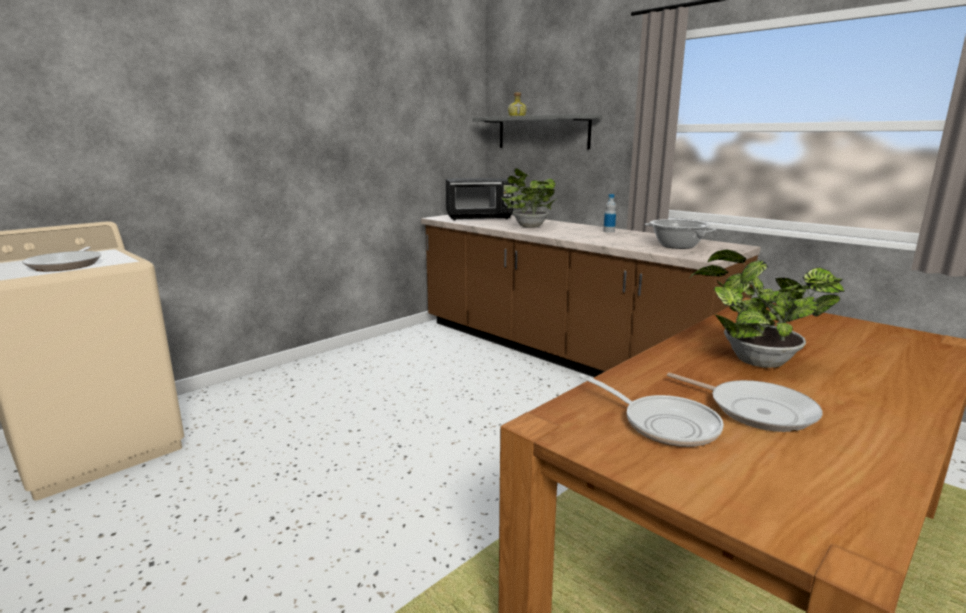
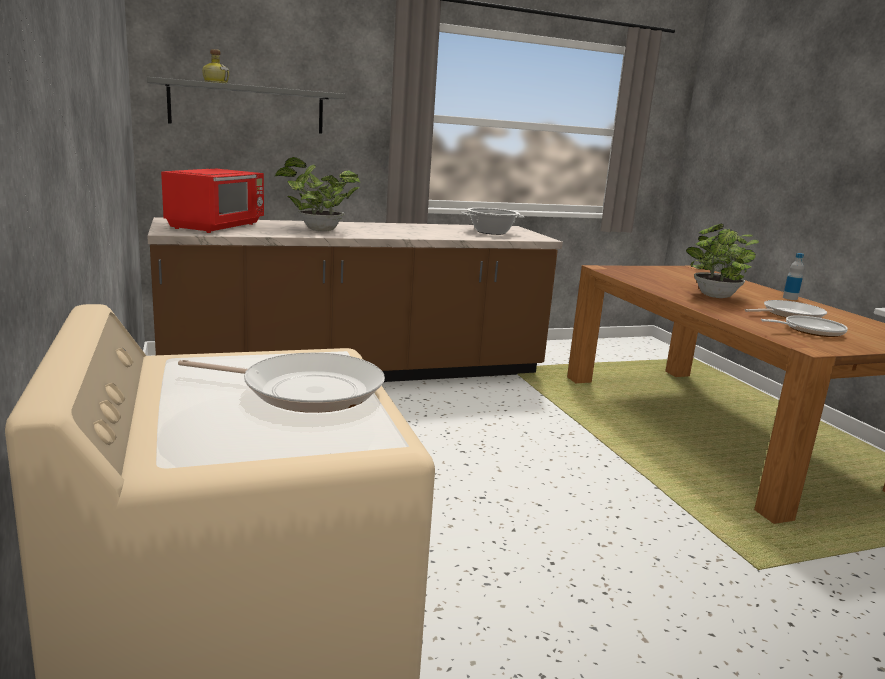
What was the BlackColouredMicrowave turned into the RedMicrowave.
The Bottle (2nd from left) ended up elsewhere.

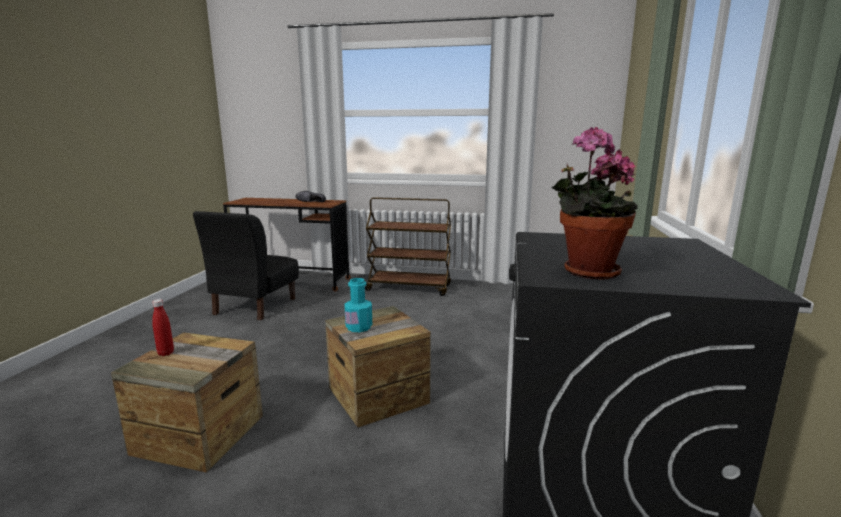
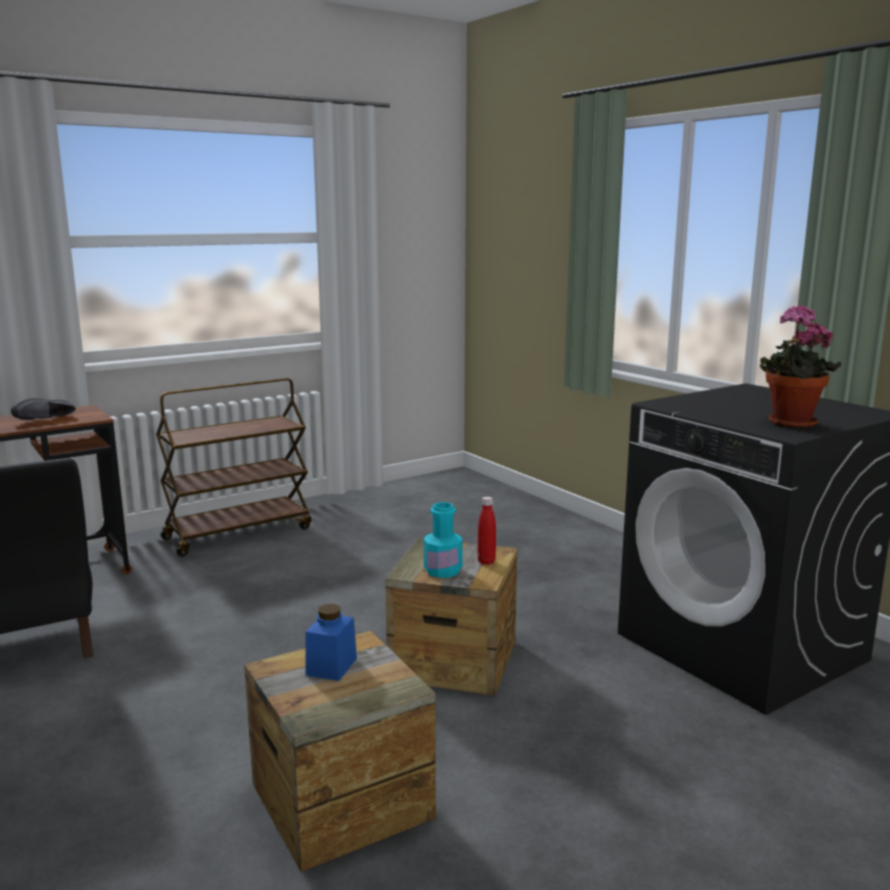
The second view gained the BlueStorageJar.
The RedBottle ended up elsewhere.

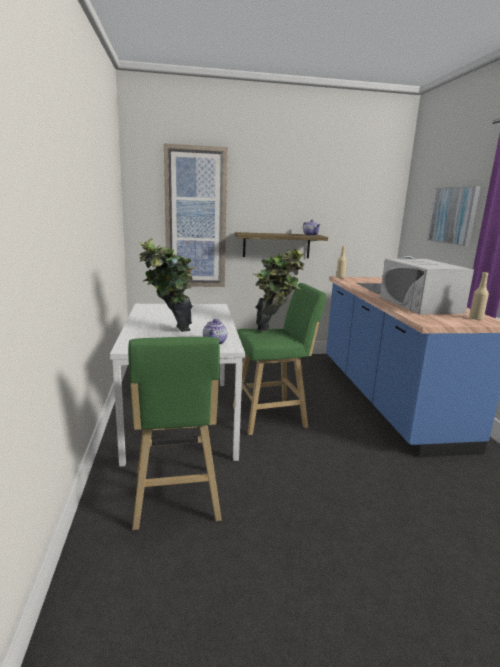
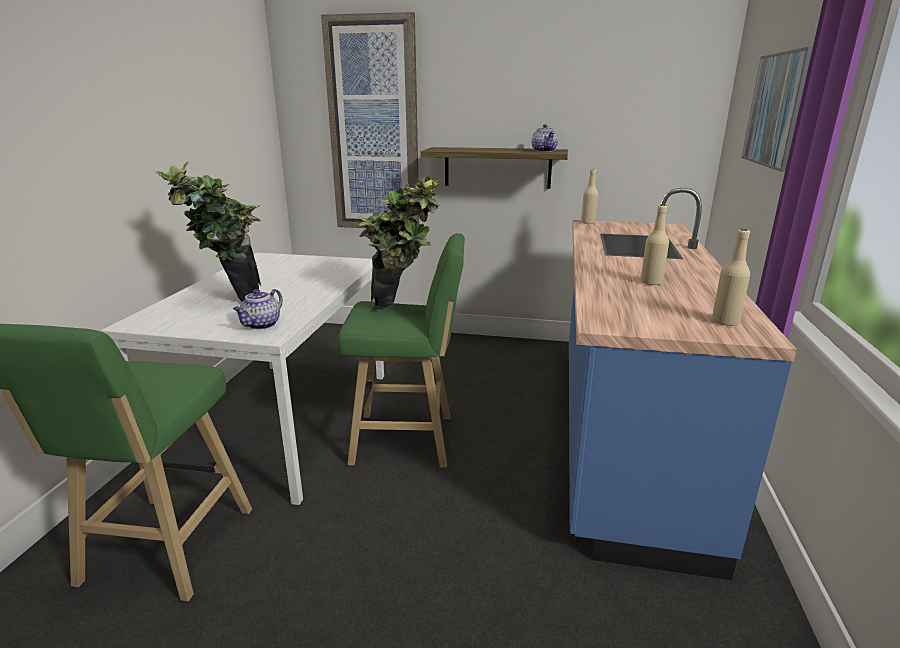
Where the WhitishMicrowave stood, the BeigeBottle (2nd from left) came to stand.

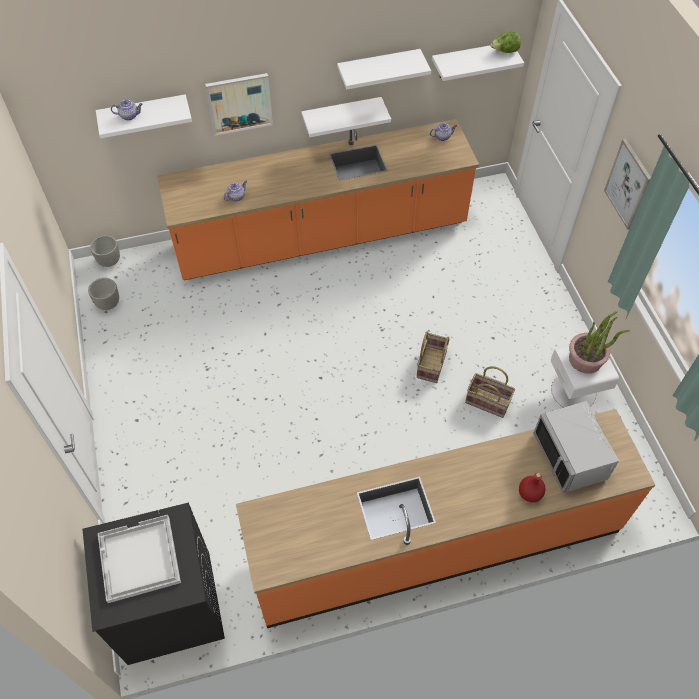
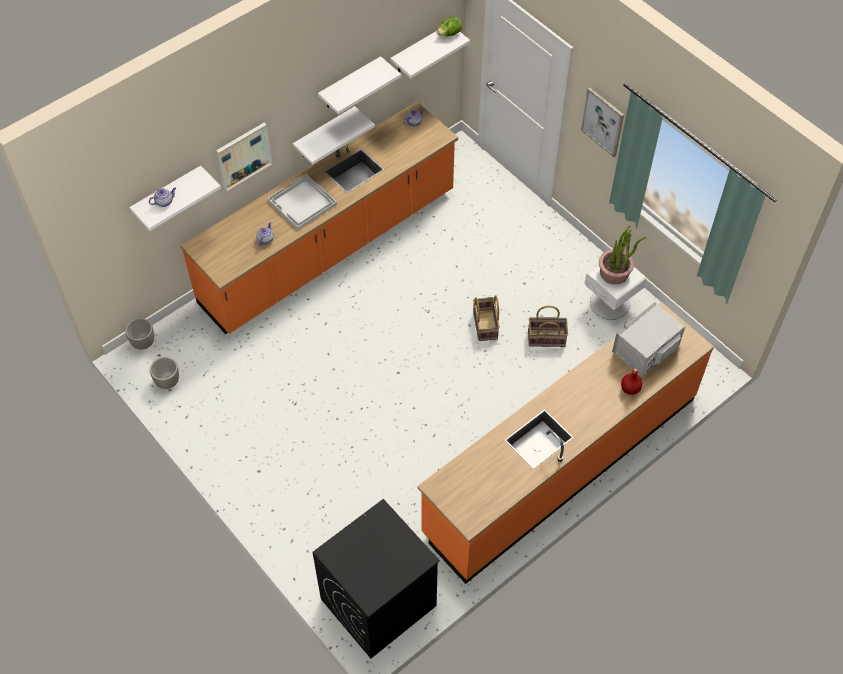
The WhitishCarryingTray ended up elsewhere.
The GrayMicrowave ended up facing another way, 90 degrees clockwise from before.

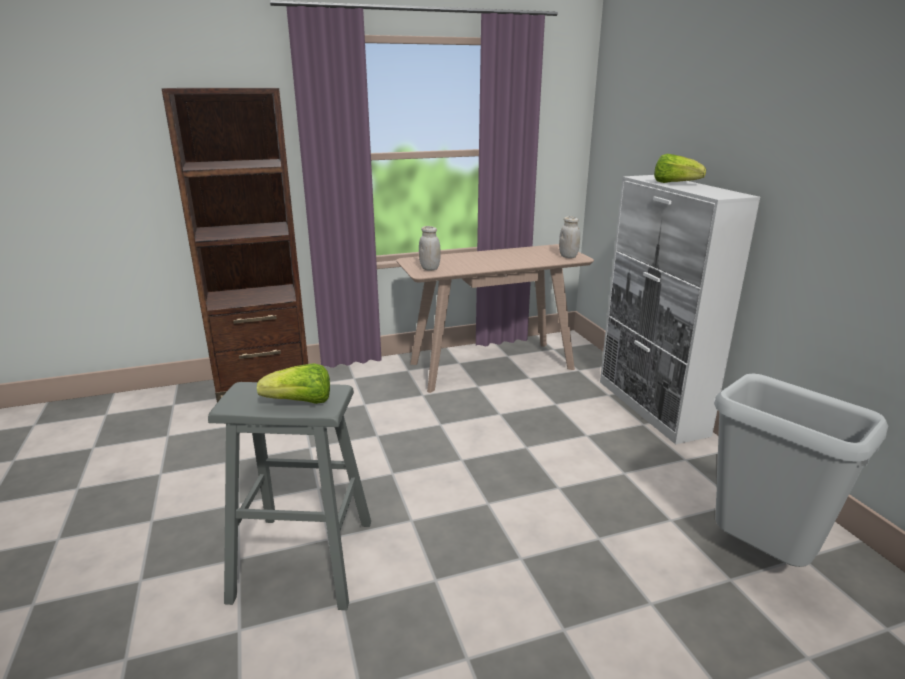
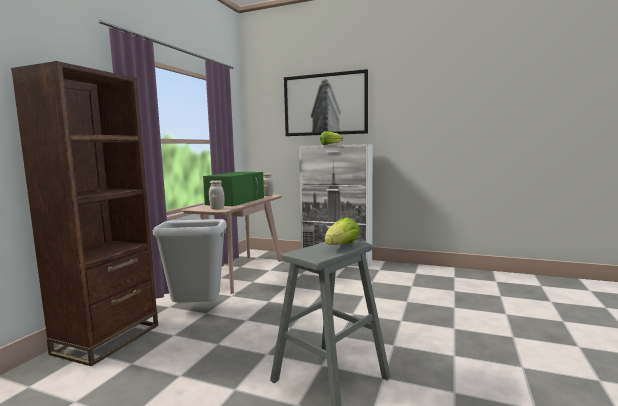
The GrayTrashCan ended up elsewhere.
The second view gained the GreenMicrowave.
The second view gained the WallArt.

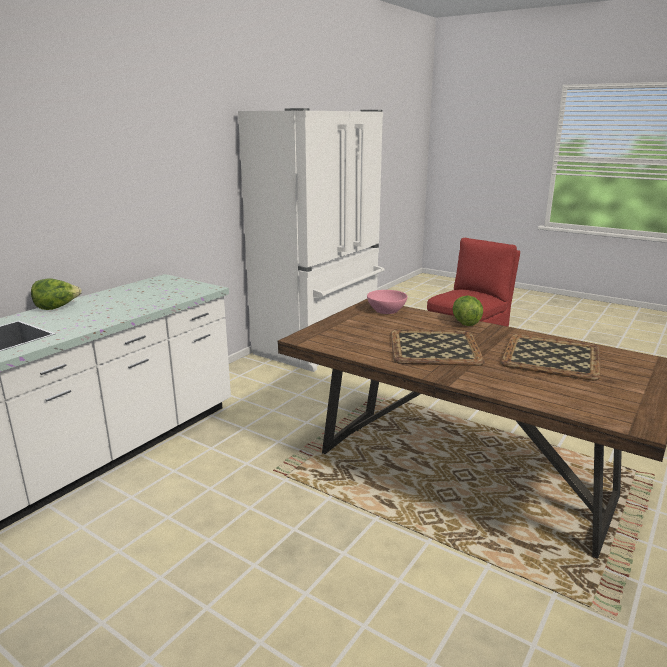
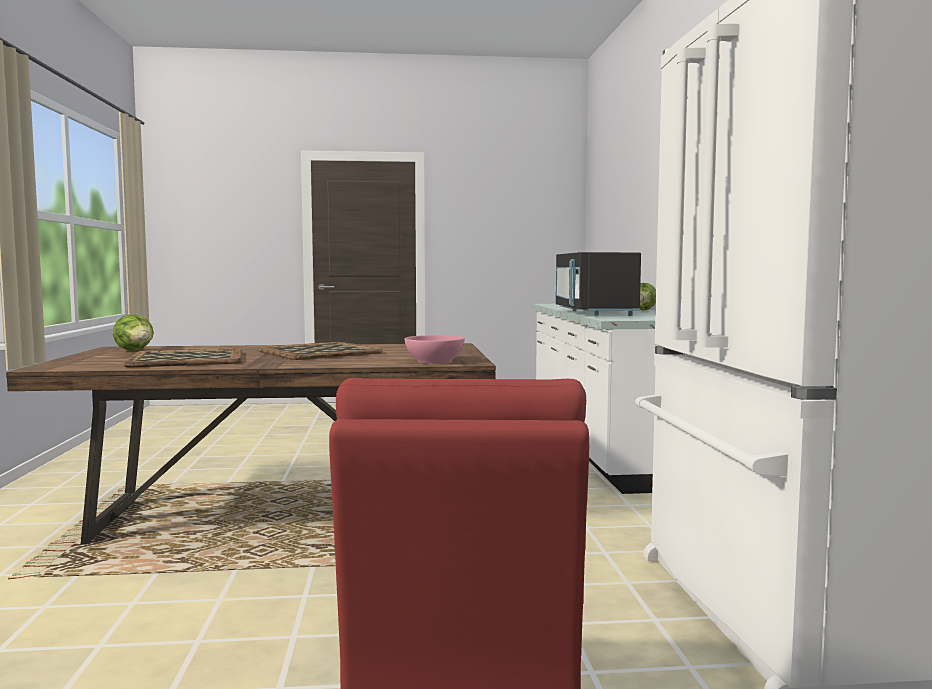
The Lettuce (2nd from left in the first image) ended up elsewhere.
The second view gained the BlackColouredMicrowave.

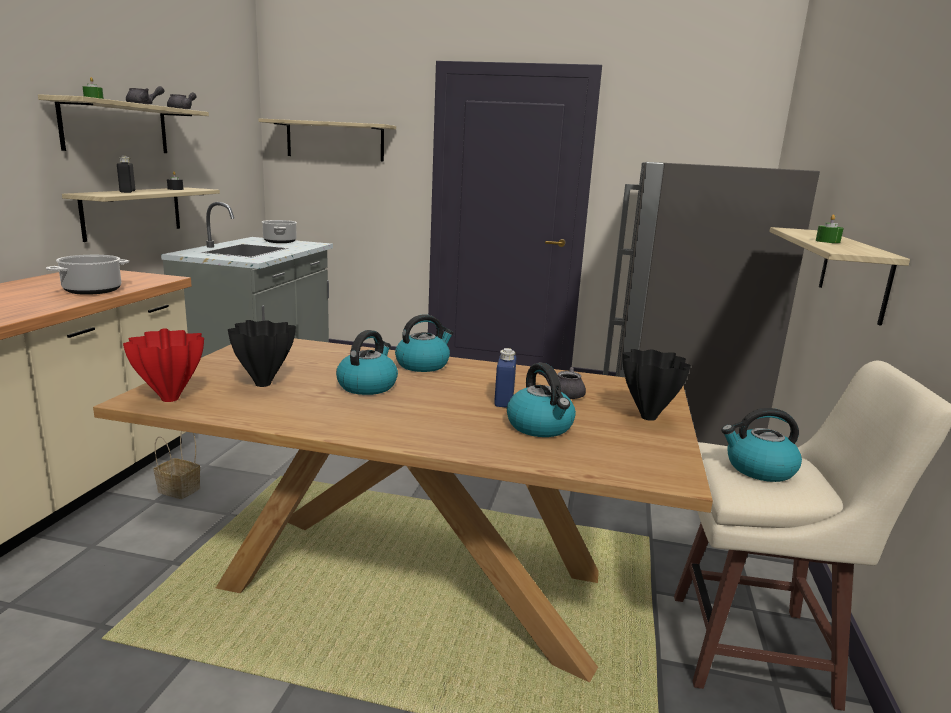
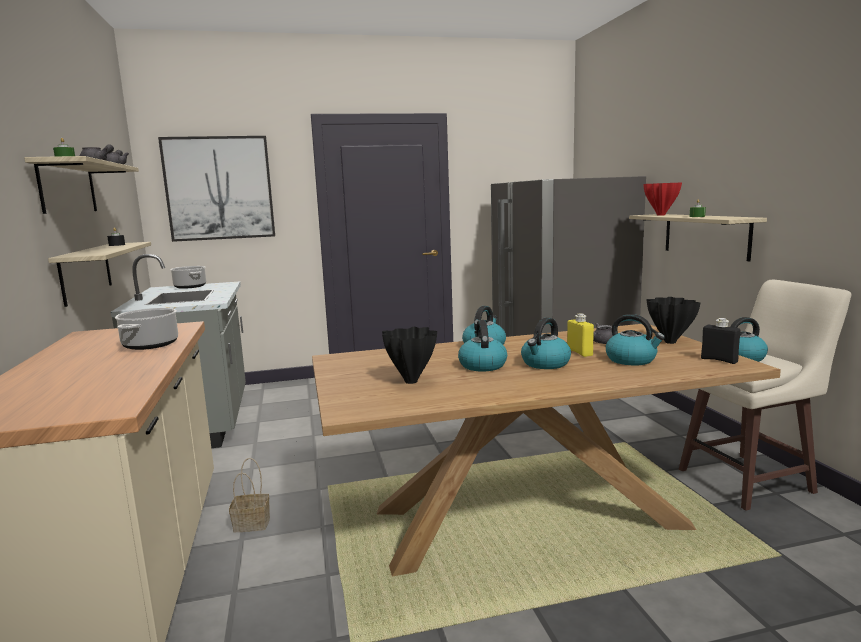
Where the WallShelf (3rd from left) hung, the WallArt came to hang.
The second view gained the Kettle (3rd from left).
What was the BlueBottle turned into the YellowishBottle.
The RedVase ended up elsewhere.
The BlackColouredBottle ended up elsewhere.

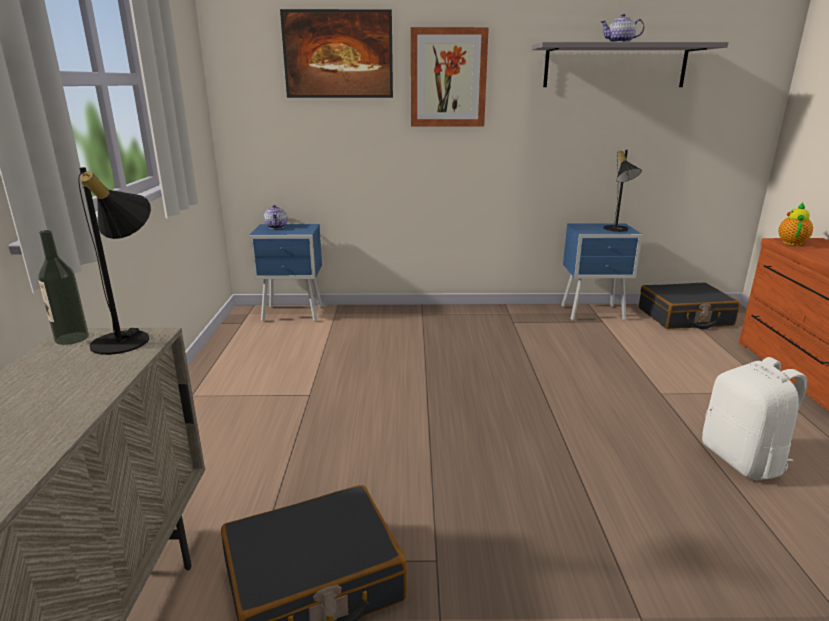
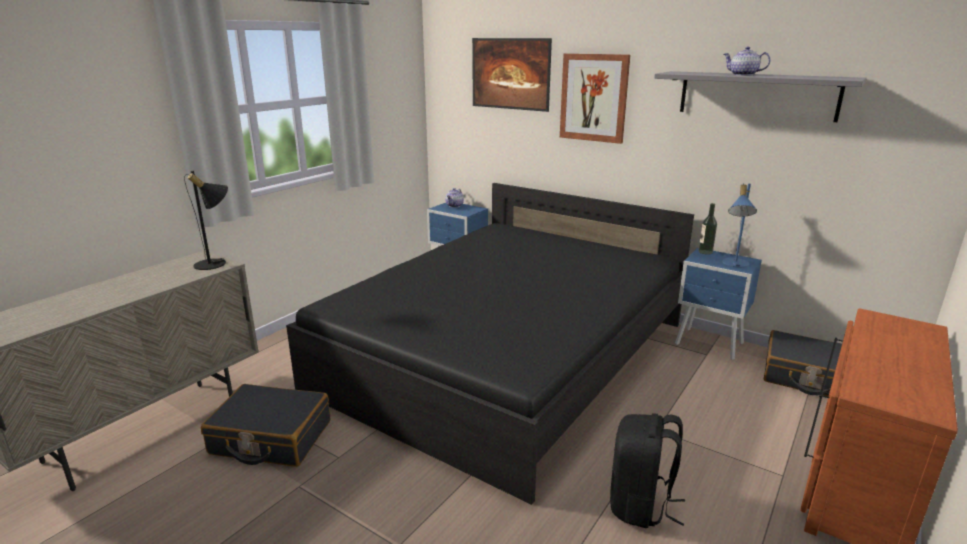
The second view gained the BlackColouredBedroomBed.
What was the WhitishKnapsack turned into the BlackColouredKnapsack.
The Bottle ended up elsewhere.
What was the BlackColouredLampForATable (2nd from left) turned into the BlueLampForATable.
The second view lost the Teapot (3rd from left).

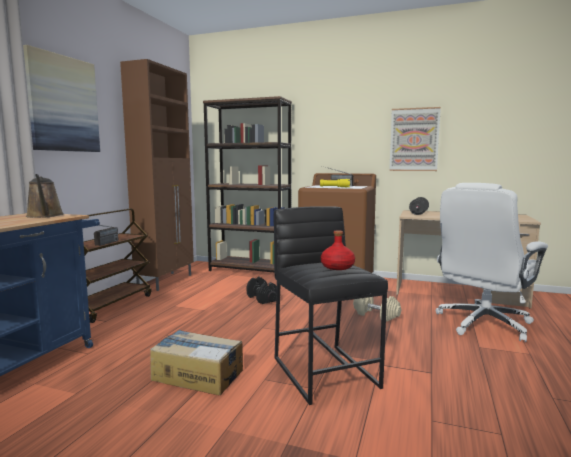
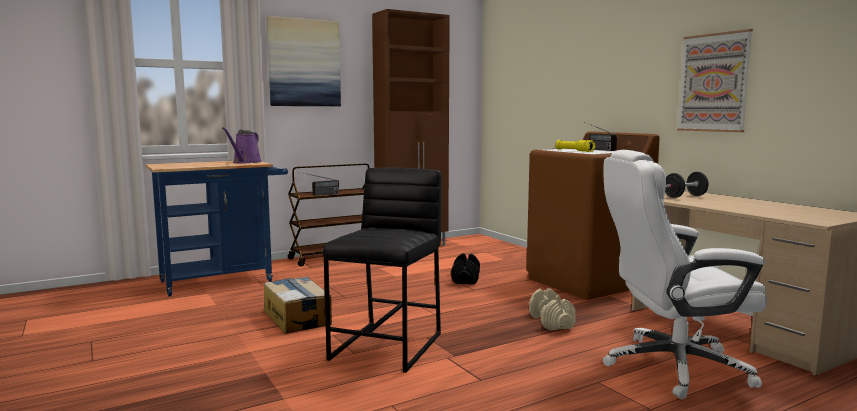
What was the BrownColouredSprinklingCan turned into the PurplishSprinklingCan.
The second view lost the BrownColouredShelvingUnit.
The second view lost the RedBottle.

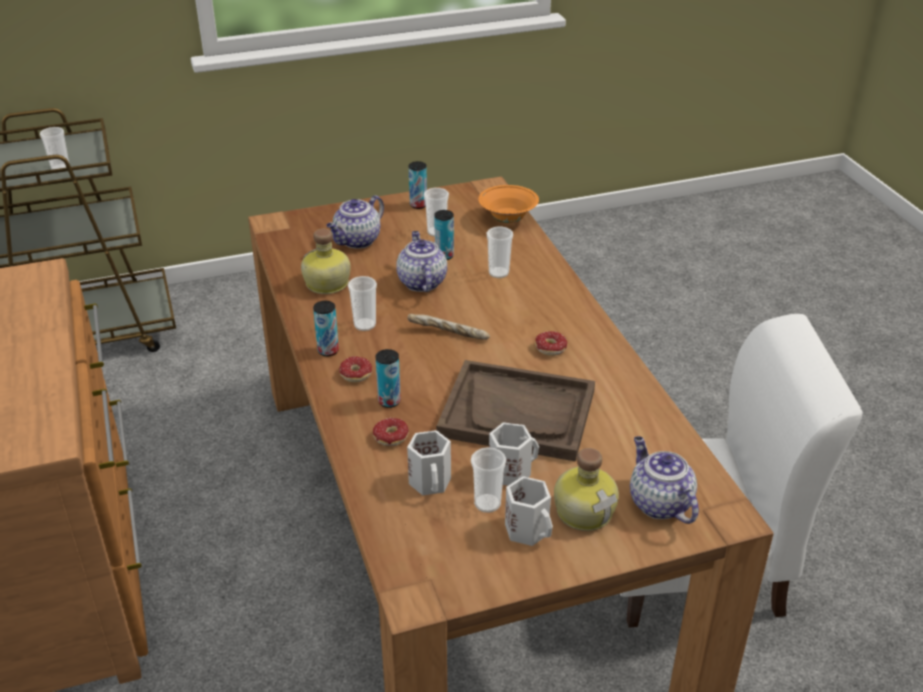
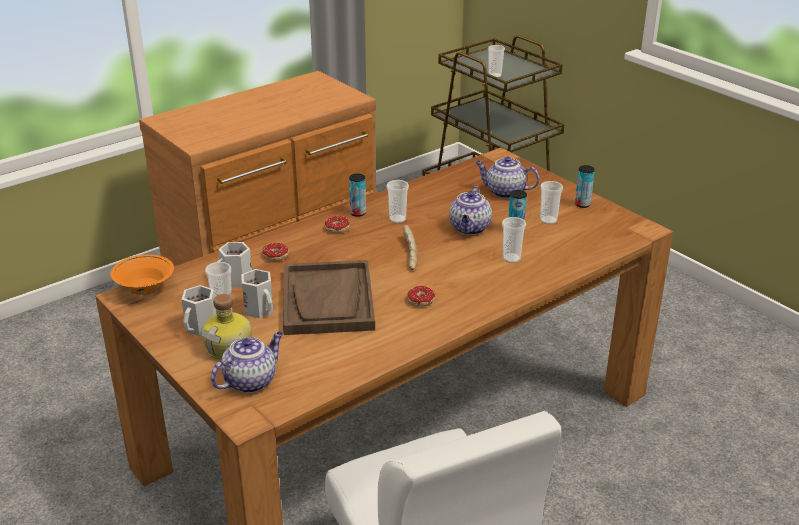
The OrangeyBowl ended up elsewhere.
The Teapot (2nd from left) ended up facing another way, 135 degrees clockwise from before.
The second view lost the Bottle (1st from left).
The second view lost the SealedCan (2nd from left).

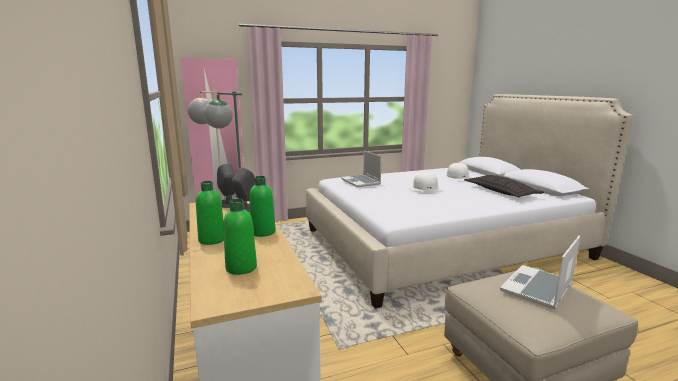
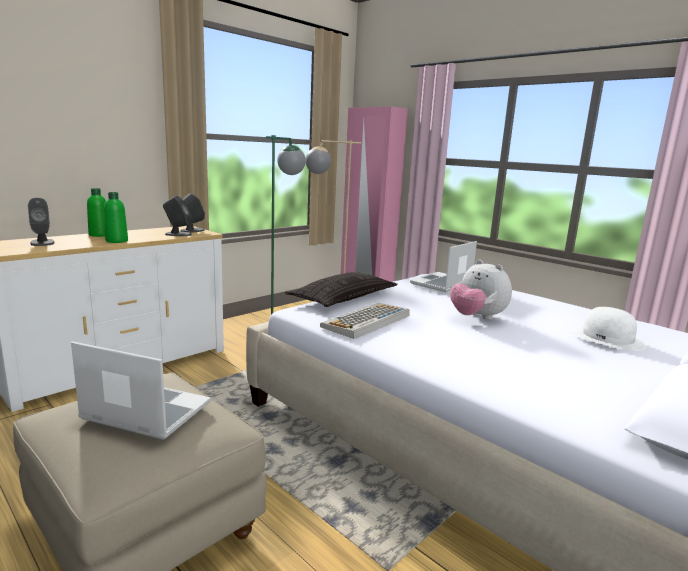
Where the GreenBottle (2nd from left) stood, the GrayAudioSpeaker (1st from left) came to stand.
The Pillow ended up elsewhere.
The second view gained the Keyboard.
Where the WhitishClothingHat (1st from left) stood, the SoftToy came to stand.

